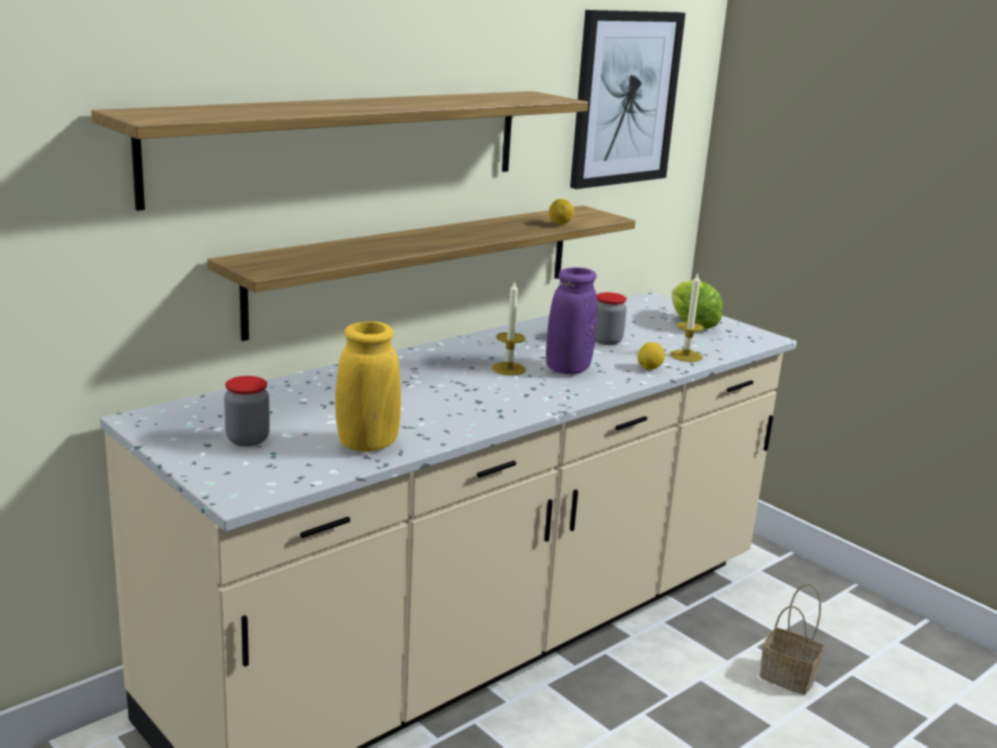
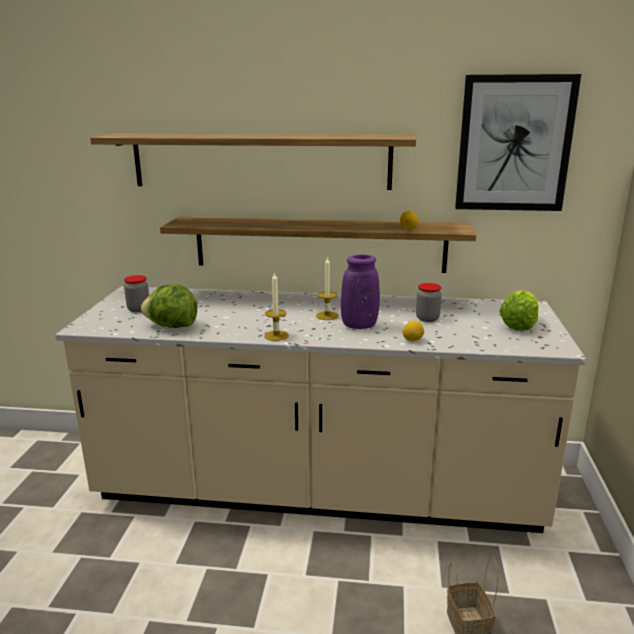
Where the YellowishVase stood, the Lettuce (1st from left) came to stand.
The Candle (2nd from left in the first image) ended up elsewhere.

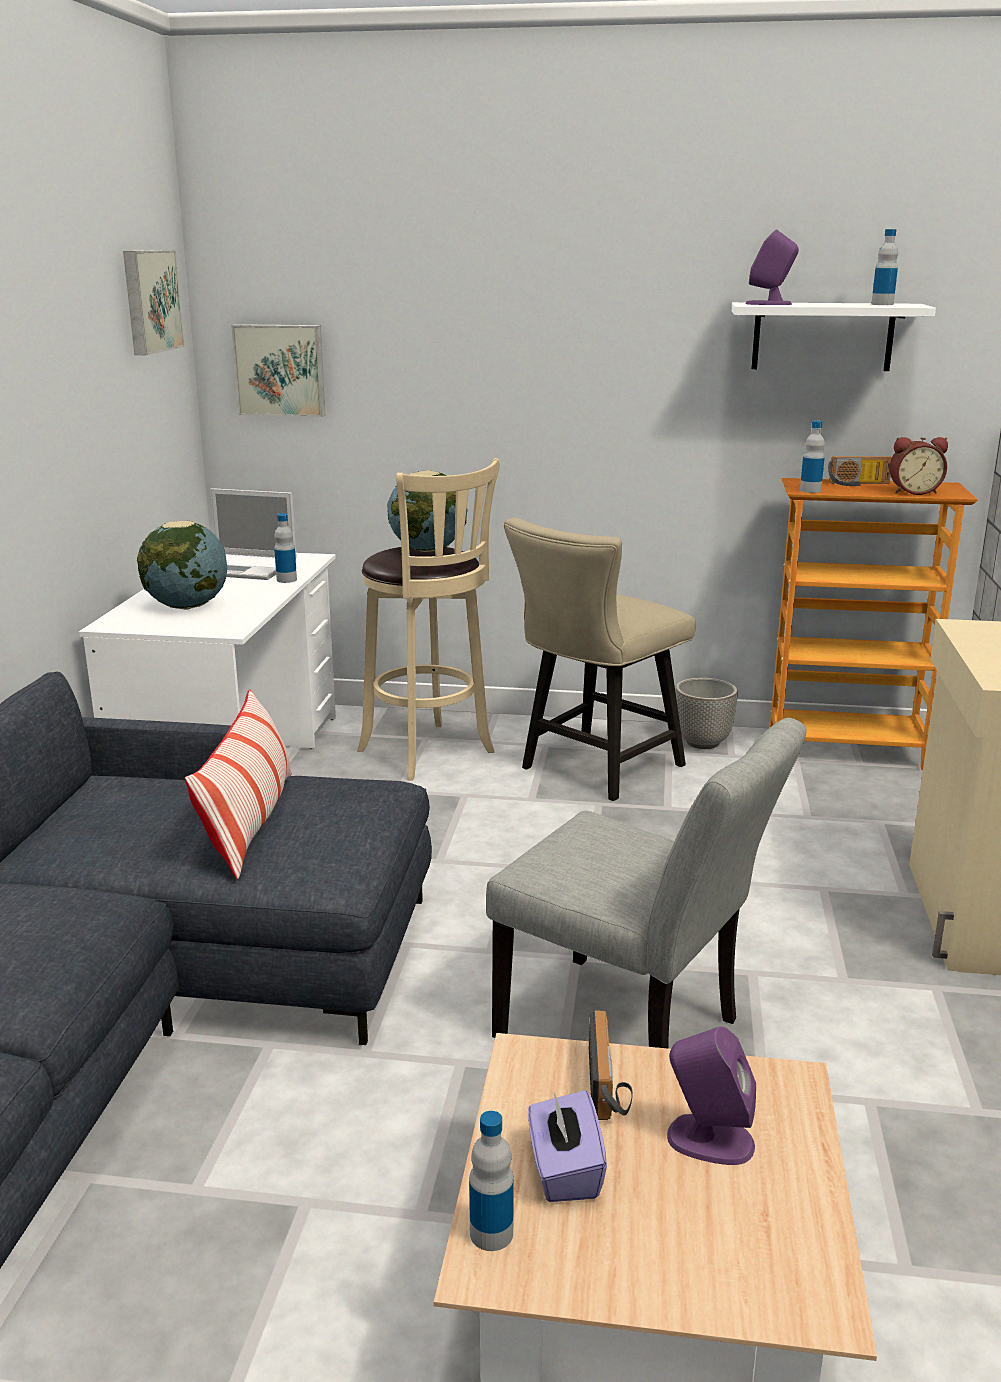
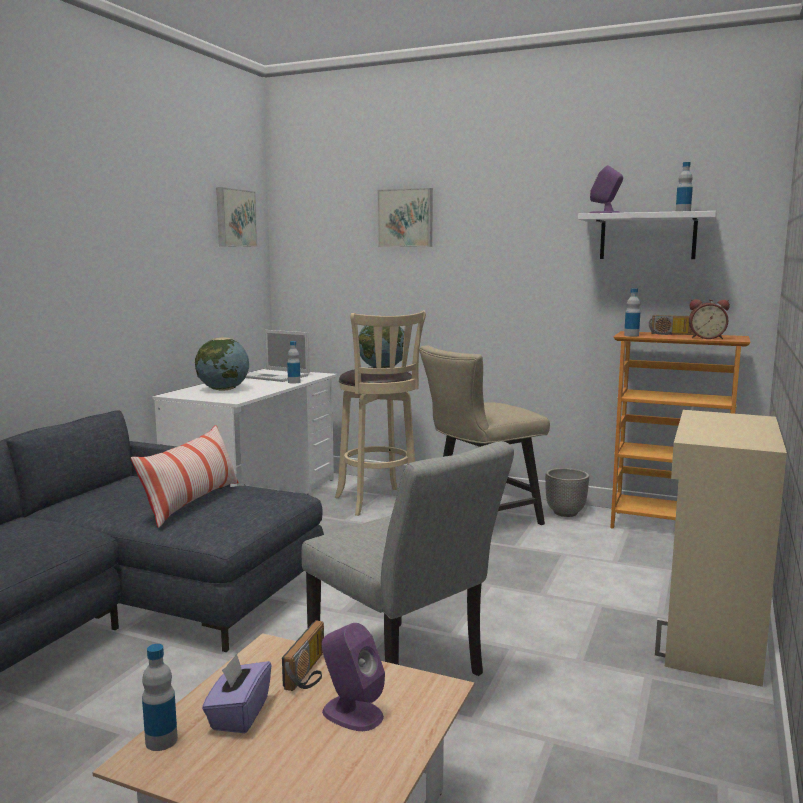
The WallArt (2nd from left) ended up elsewhere.

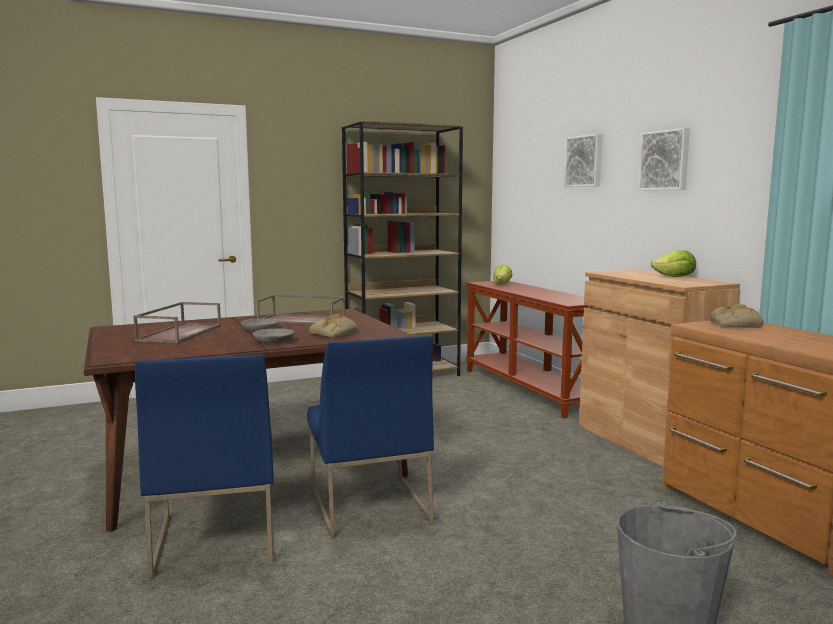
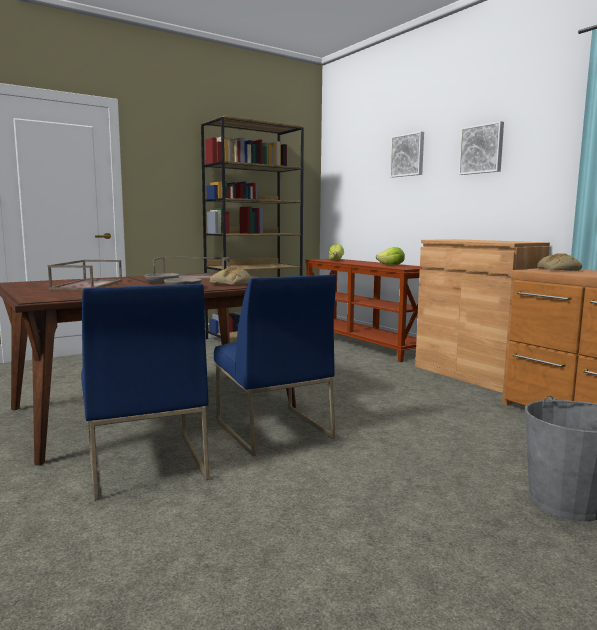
The Lettuce (2nd from left) ended up elsewhere.

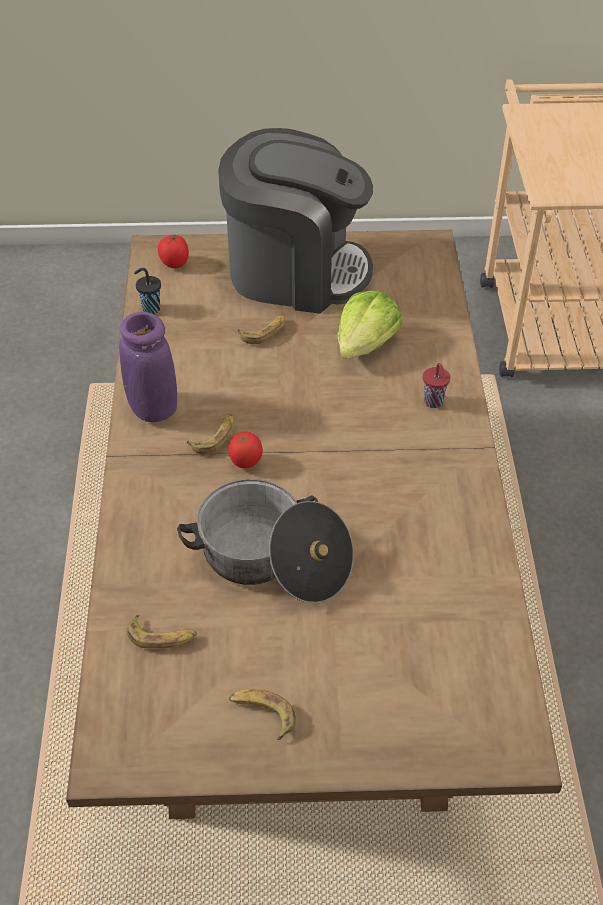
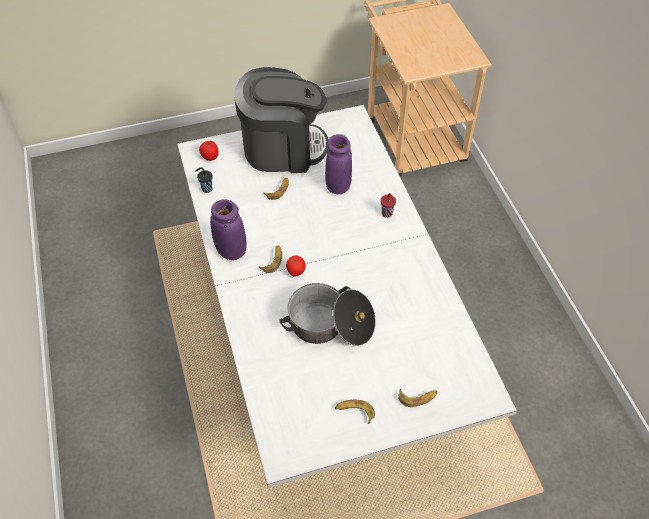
What was the BrownColouredDiningTable turned into the WhitishDiningTable.
Where the Lettuce stood, the PurplishVase (2nd from left) came to stand.
The Banana (1st from left in the first image) ended up elsewhere.

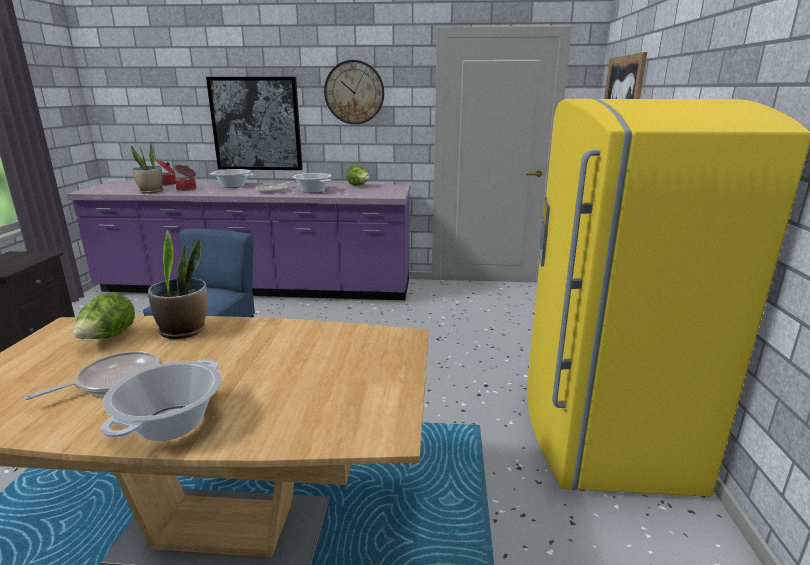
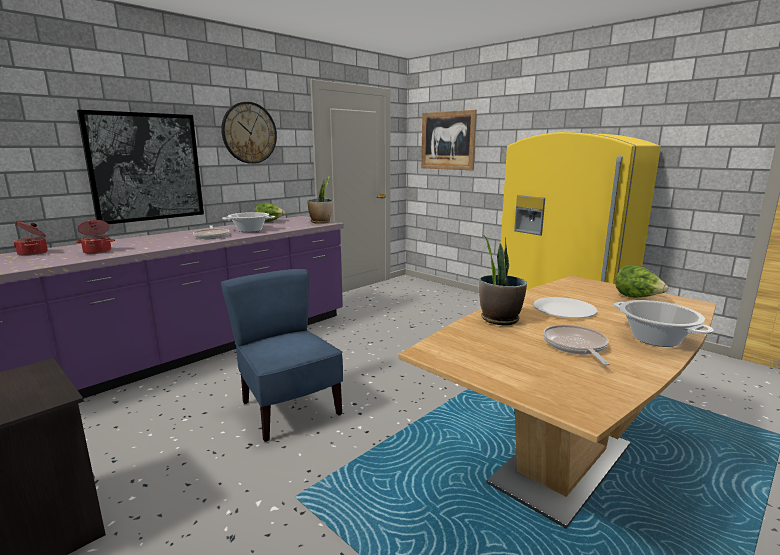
The PottedPlant (1st from left) ended up elsewhere.
The second view gained the WhitishDinnerPlate.
The Lettuce (1st from left in the first image) ended up elsewhere.
The second view lost the Saucepot (4th from left).

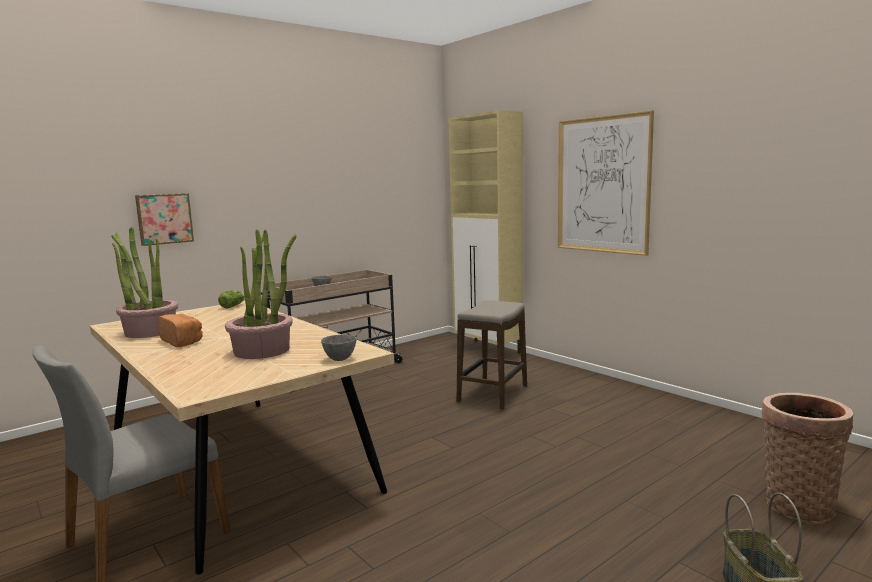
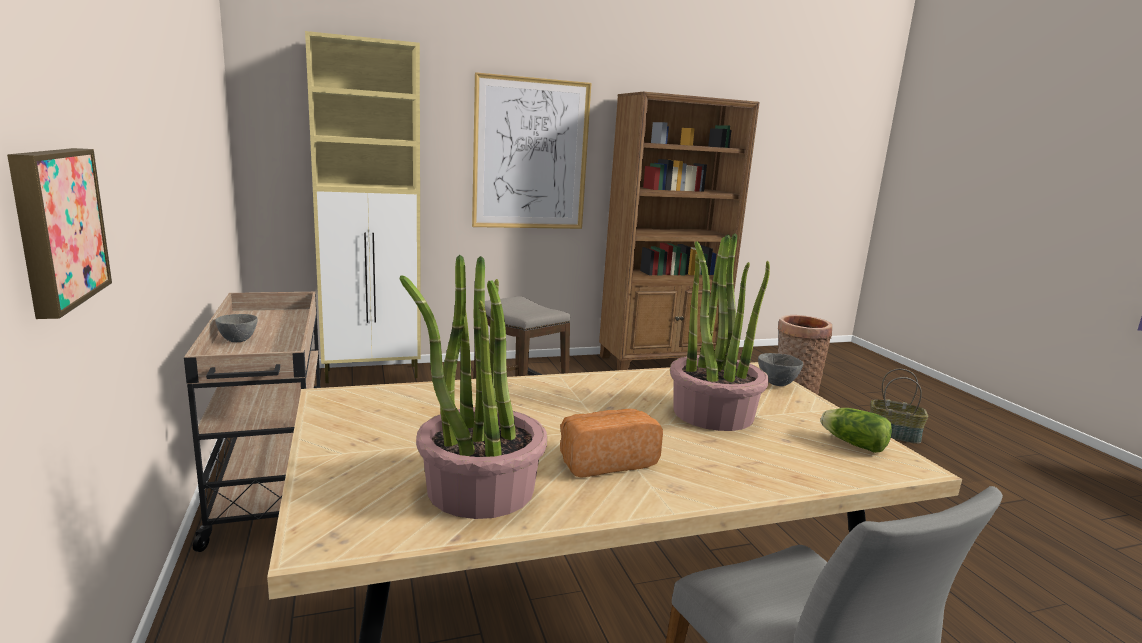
The second view gained the BrownColouredShelvingUnit.
The Lettuce ended up elsewhere.

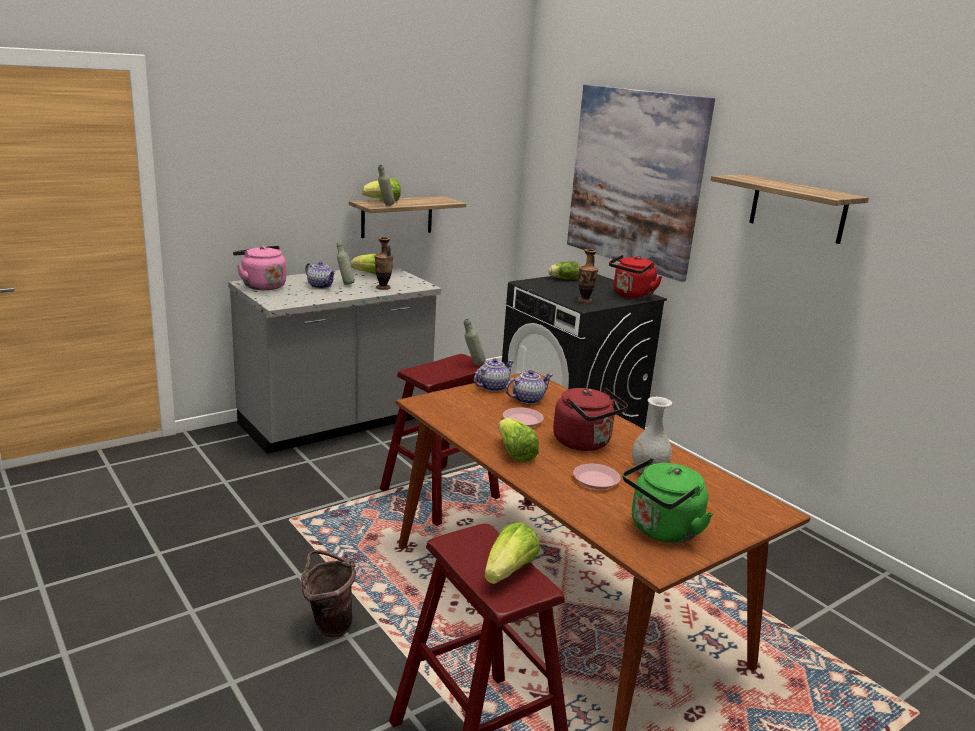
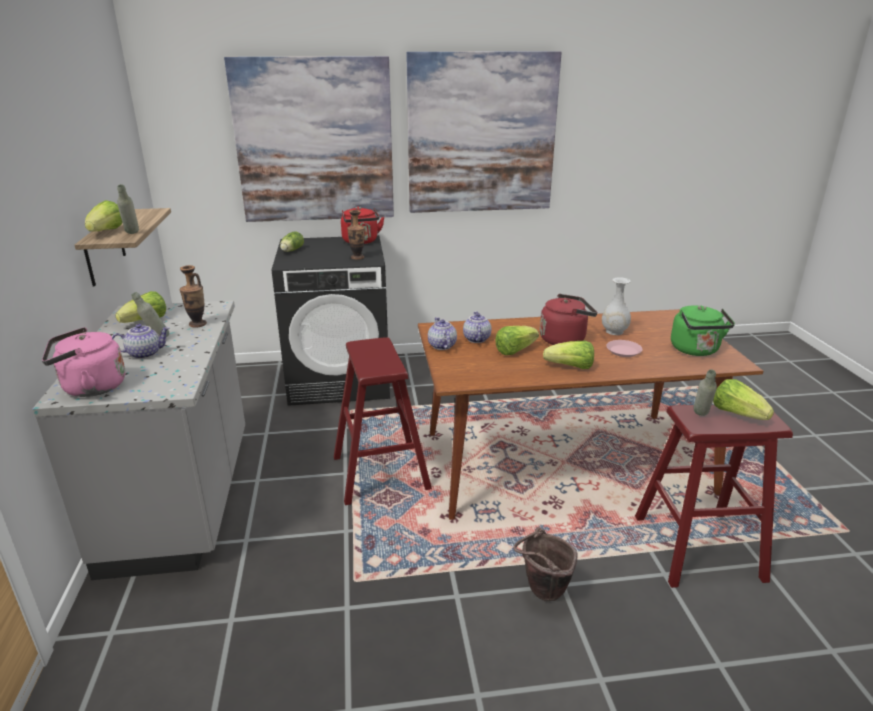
Where the WallShelf (2nd from left) hung, the WallArt (2nd from left) came to hang.
Where the PinkColouredDinnerPlate (1st from left) stood, the Lettuce (4th from left) came to stand.
The GrayBottle (3rd from left) ended up elsewhere.

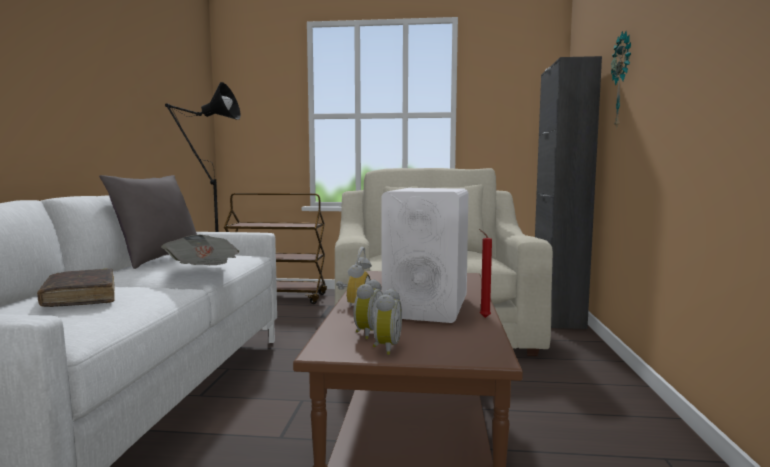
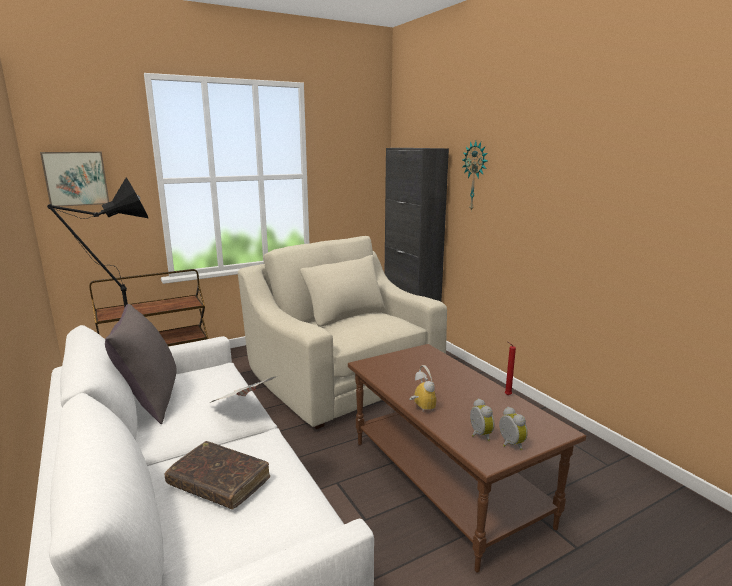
The second view gained the WallArt.
The second view lost the WhitishAudioSpeaker.

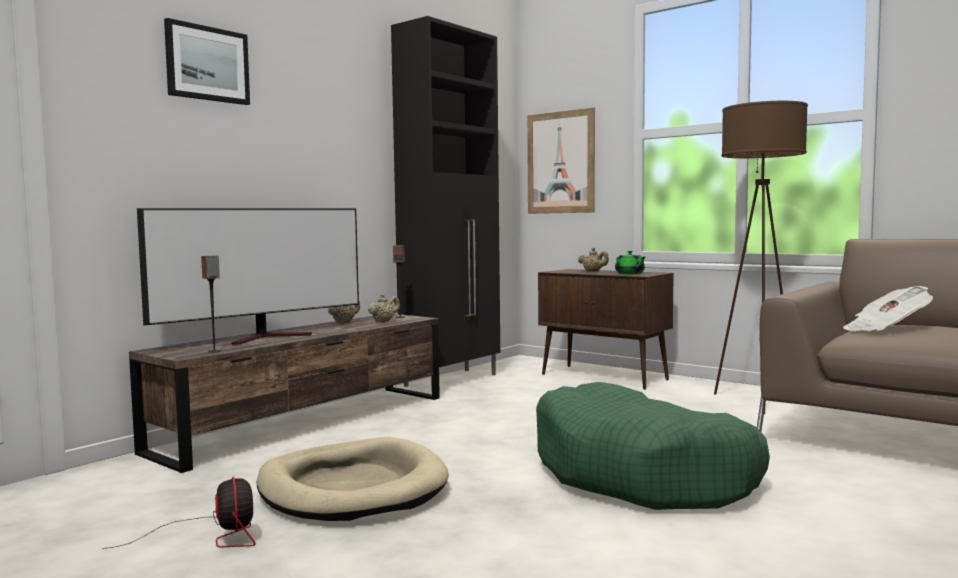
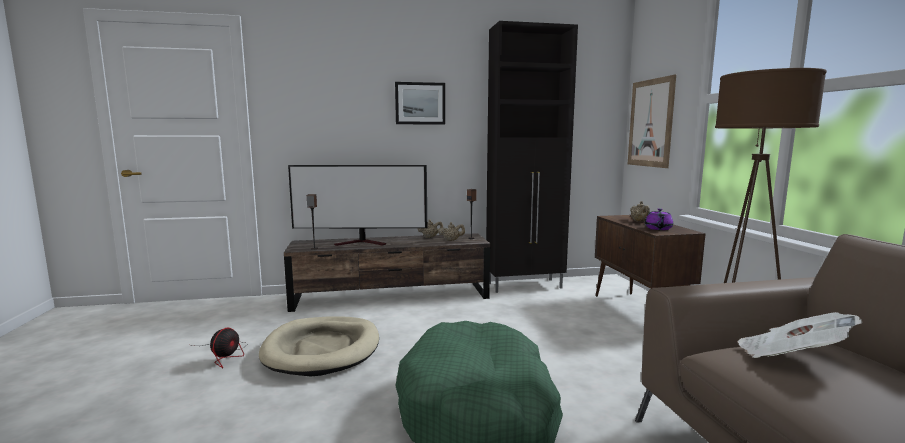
The WallArt (1st from left) ended up elsewhere.
What was the GreenTeapot turned into the PurplishTeapot.

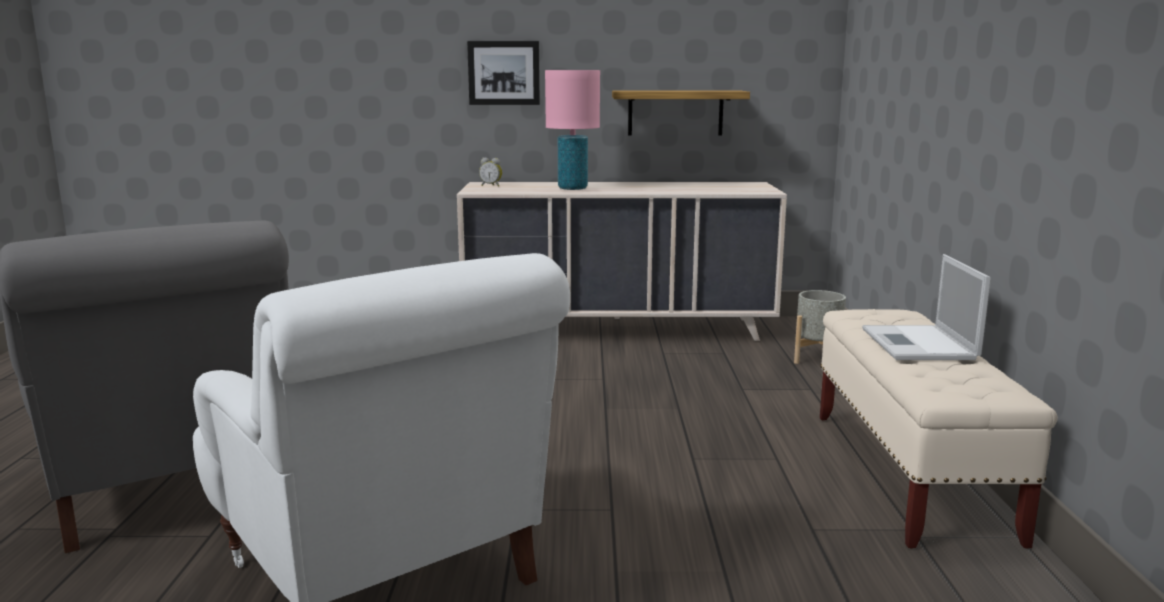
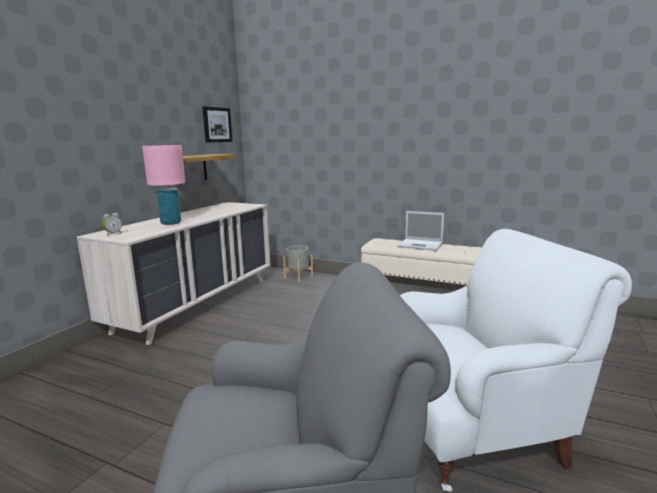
The WallArt ended up elsewhere.

